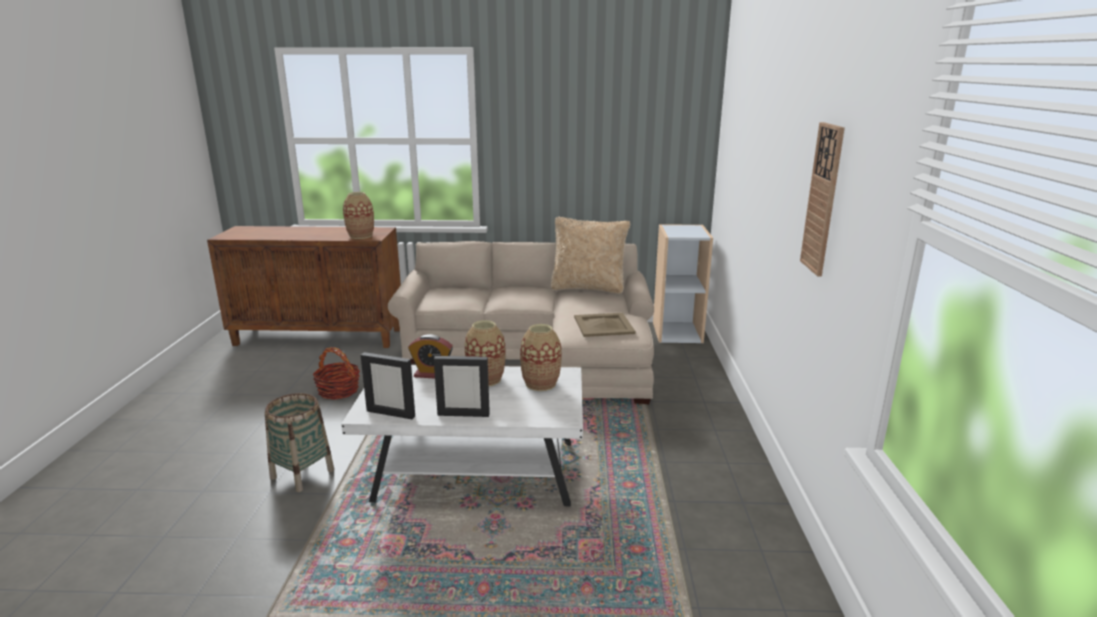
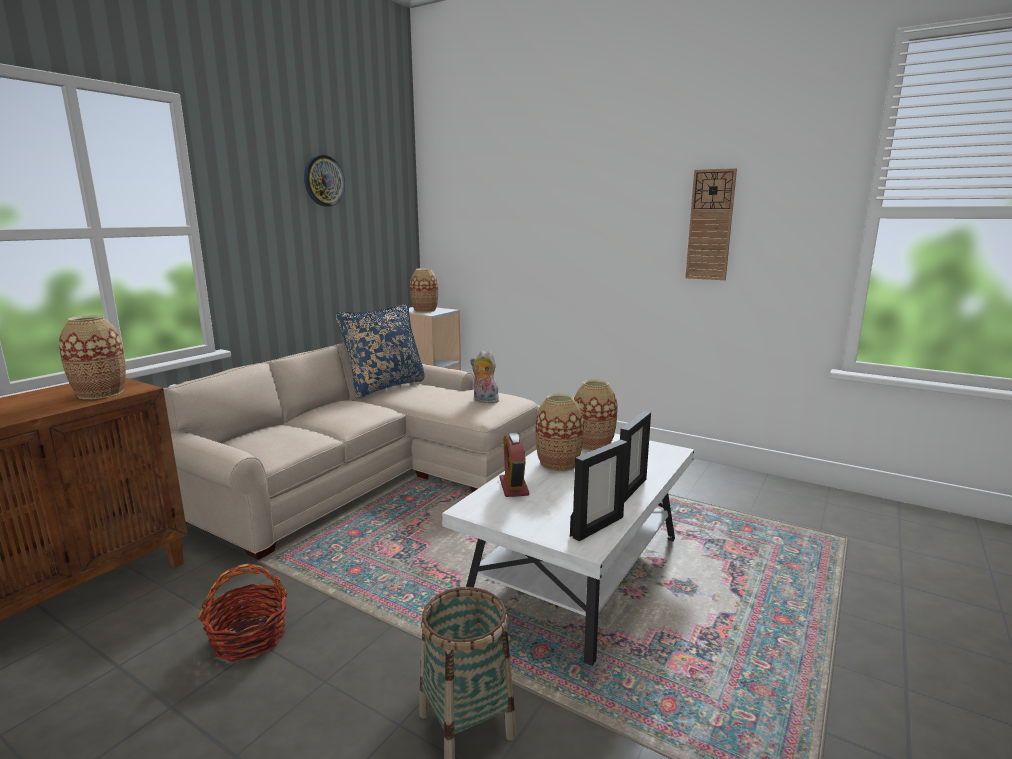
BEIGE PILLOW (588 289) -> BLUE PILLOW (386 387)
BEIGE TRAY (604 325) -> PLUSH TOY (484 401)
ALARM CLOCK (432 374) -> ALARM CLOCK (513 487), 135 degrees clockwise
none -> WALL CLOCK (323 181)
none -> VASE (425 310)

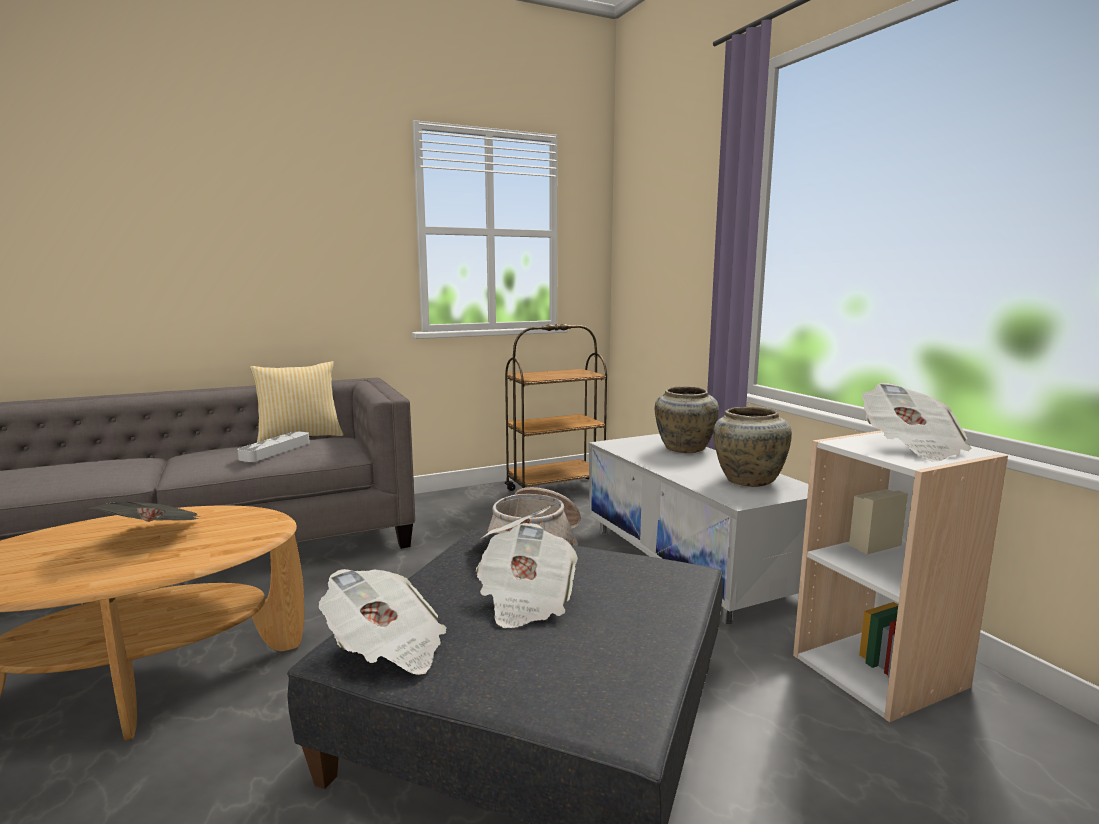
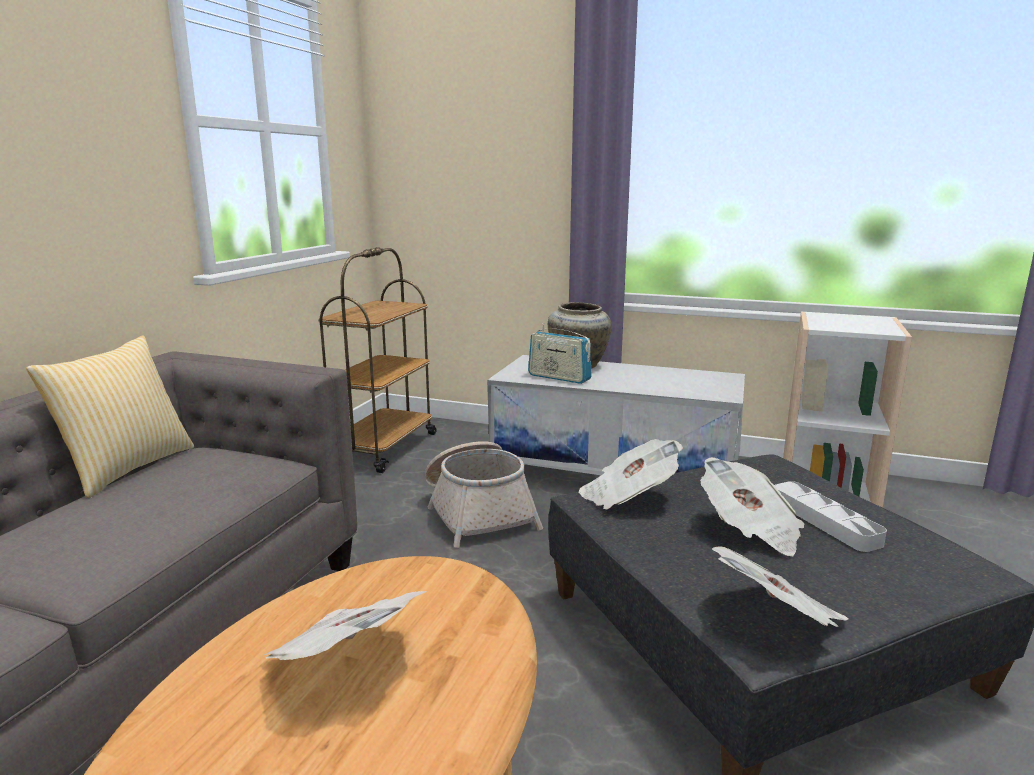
NEWSPAPER (911 447) -> none
BEIGE VASE (748 480) -> none
GREY TRAY (275 450) -> GREY TRAY (824 521), shifted
none -> RADIO (559 377)

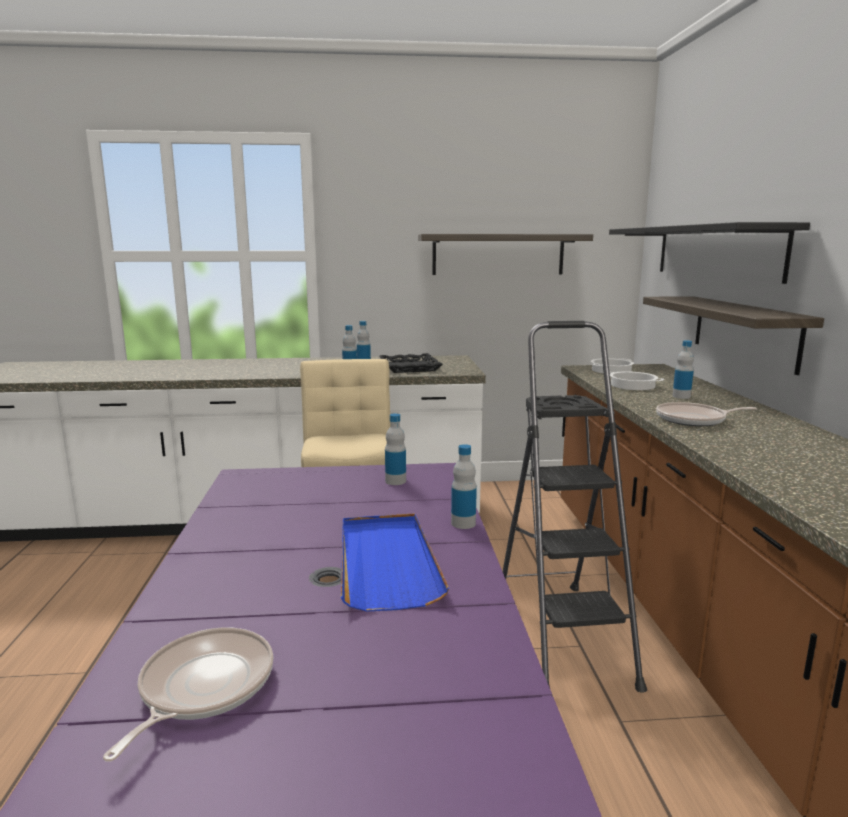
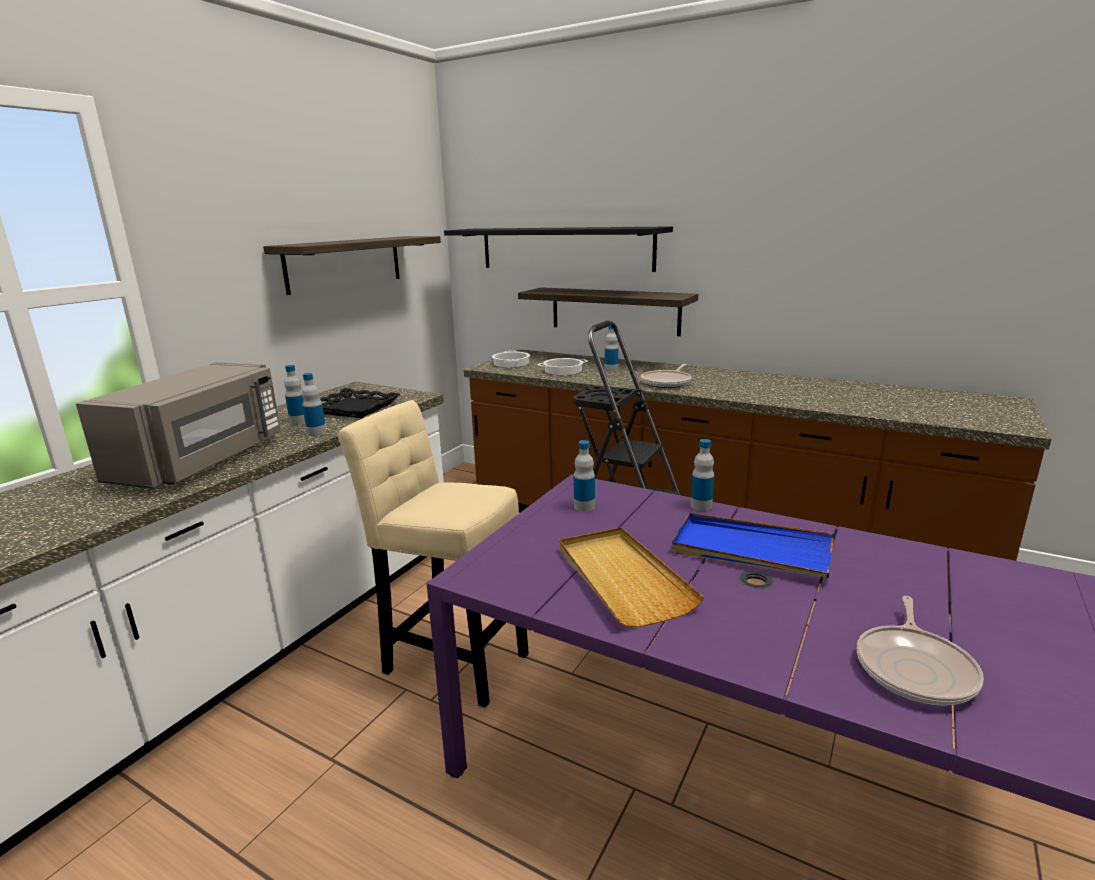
FRYING PAN (202 687) -> FRYING PAN (915 668), 120 degrees counterclockwise
none -> GREY MICROWAVE (204 460)
none -> BEIGE TRAY (622 578)

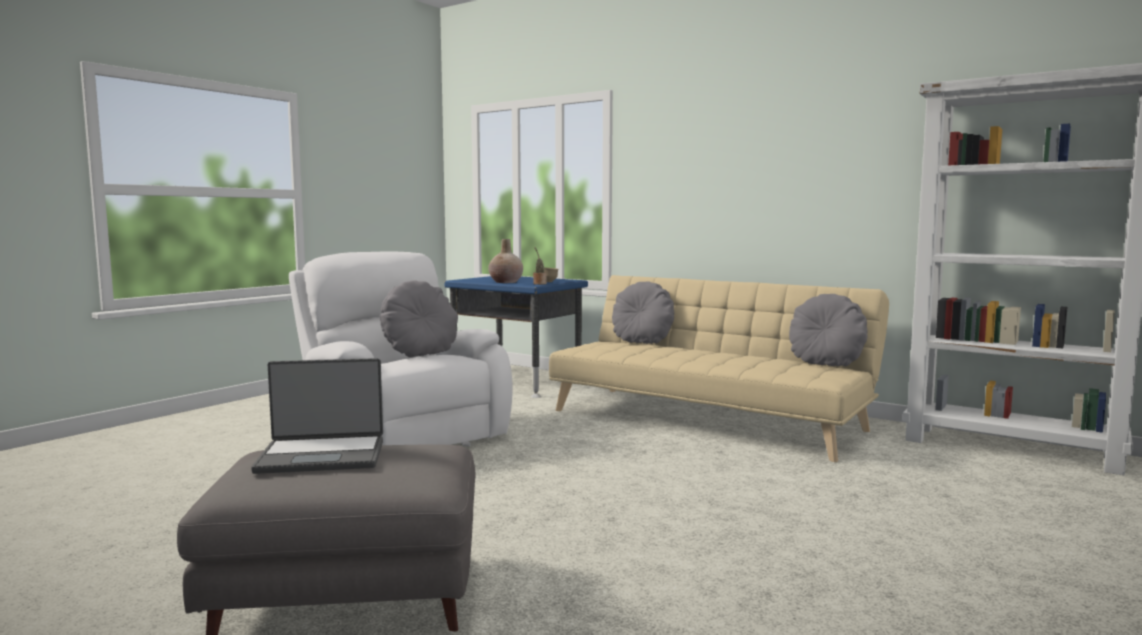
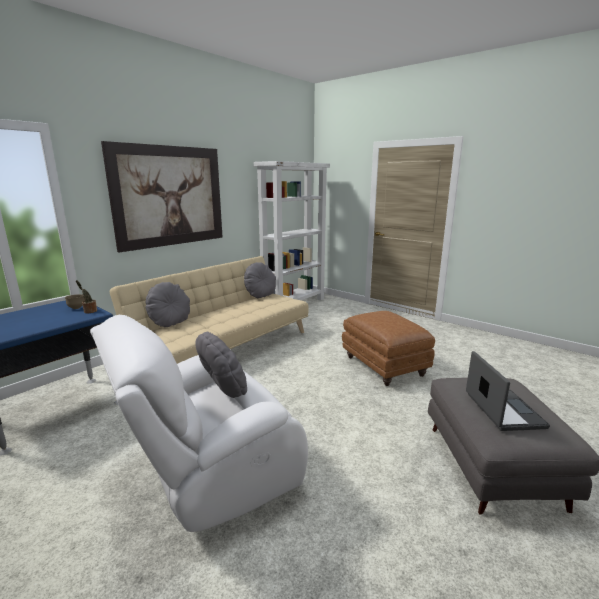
BEIGE VASE (506 282) -> none
none -> PICTURE (170 196)
none -> BROWN OTTOMAN (383 366)

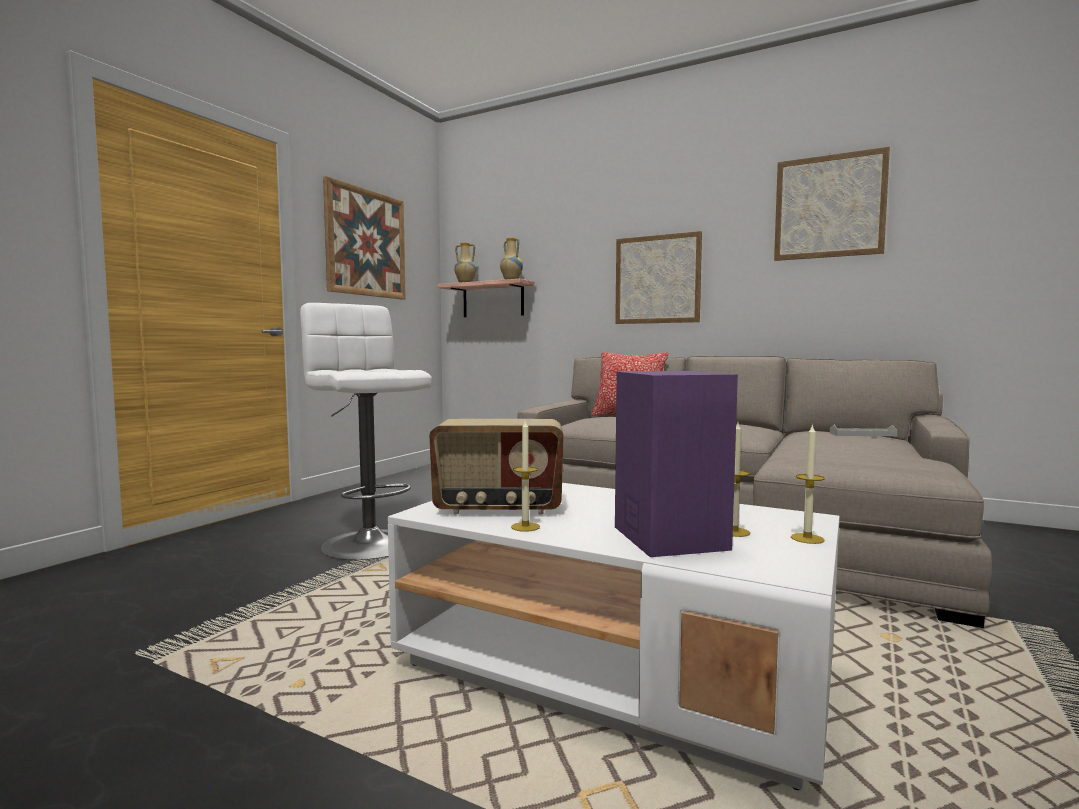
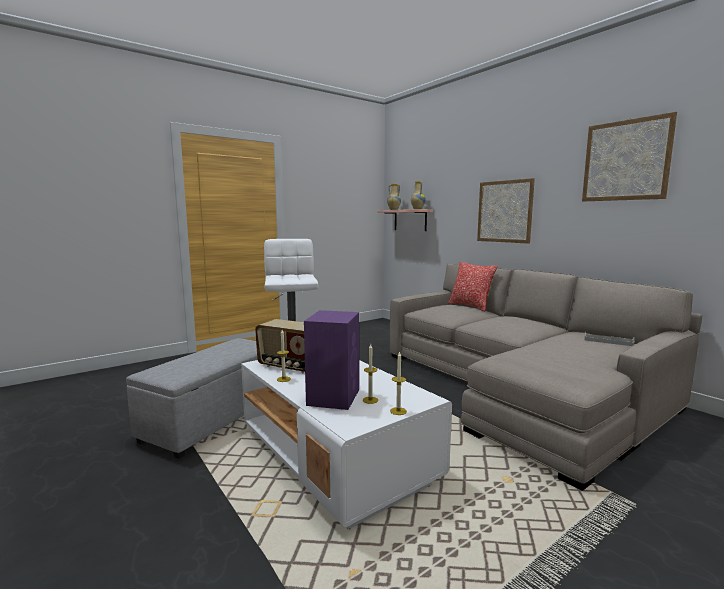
PICTURE (366 243) -> none
none -> GREY OTTOMAN (213 419)

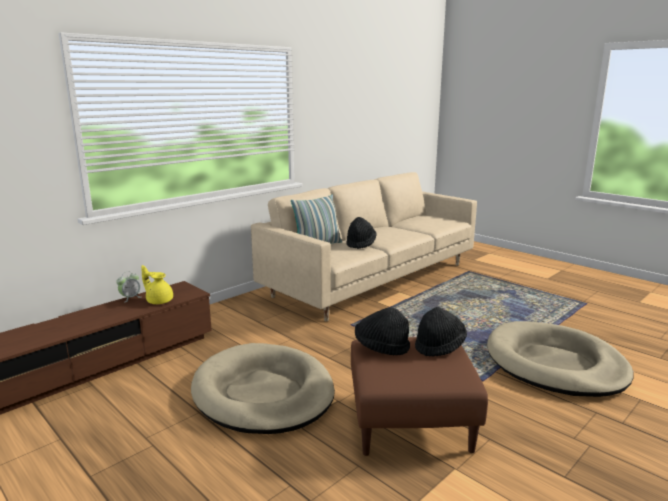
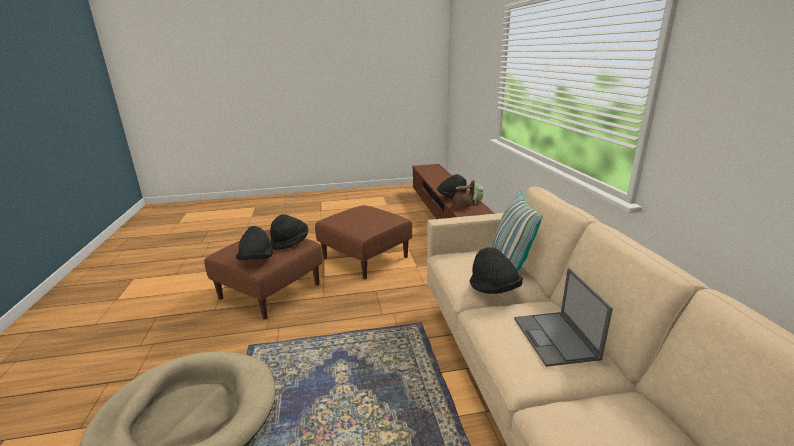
YELLOW TEAPOT (159 301) -> BROWN TEAPOT (462 207)
BEIGE DOG BED (263 393) -> BROWN OTTOMAN (364 257)
none -> BLACK HAT (452 197)
none -> LAPTOP (555 338)

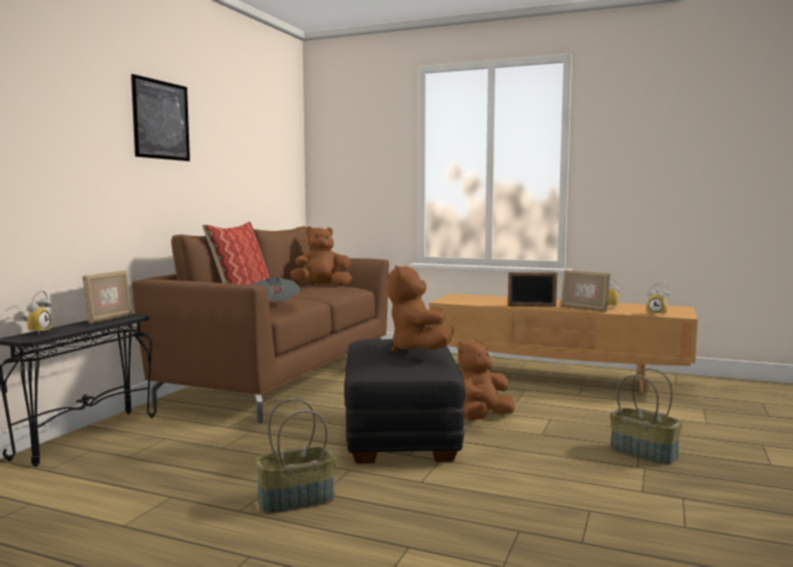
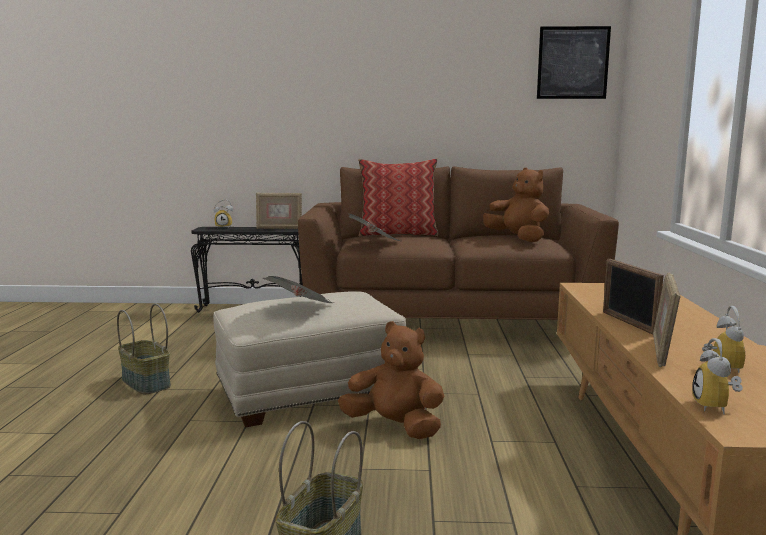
PICTURE (161 120) -> PICTURE (573 63), shifted
BROWN PLUSH TOY (418 350) -> NEWSPAPER (301 309)
BLACK OTTOMAN (400 435) -> BEIGE OTTOMAN (310 395)

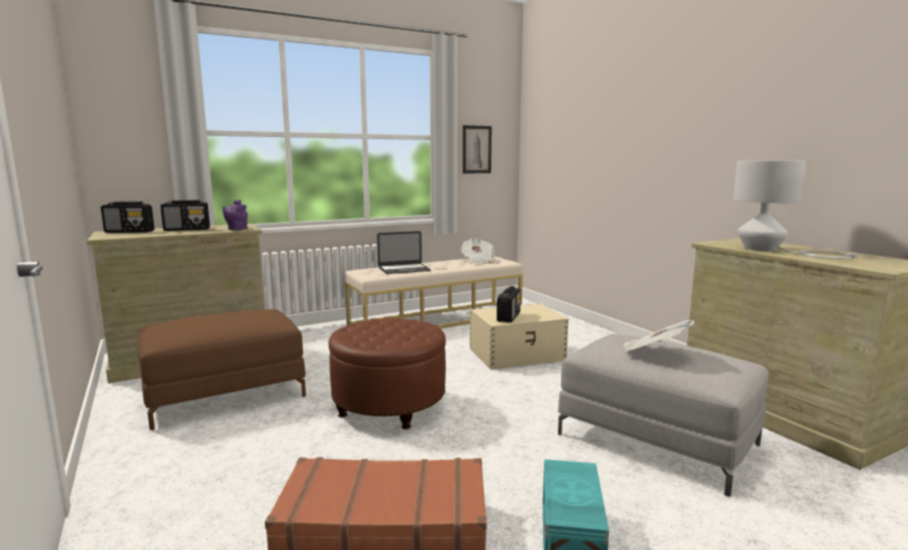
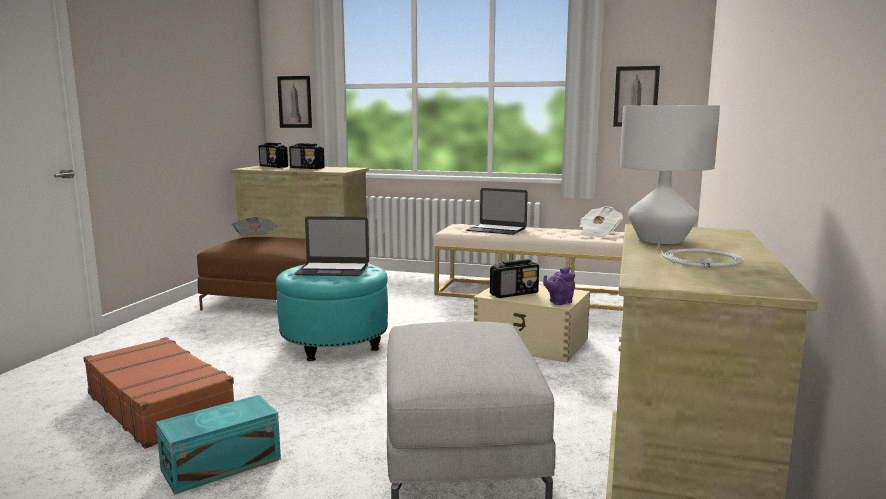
PURPLE TEAPOT (236 229) -> PURPLE TEAPOT (559 302), shifted
BROWN OTTOMAN (389 406) -> TURQUOISE OTTOMAN (334 343)
NEWSPAPER (653 353) -> NEWSPAPER (255 238), shifted
none -> PICTURE (295 102)
none -> LAPTOP (333 270)

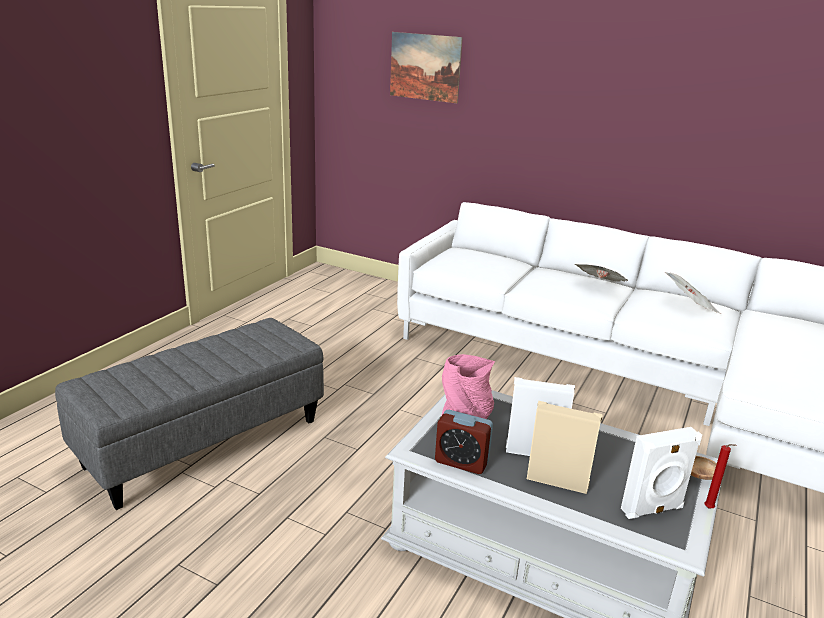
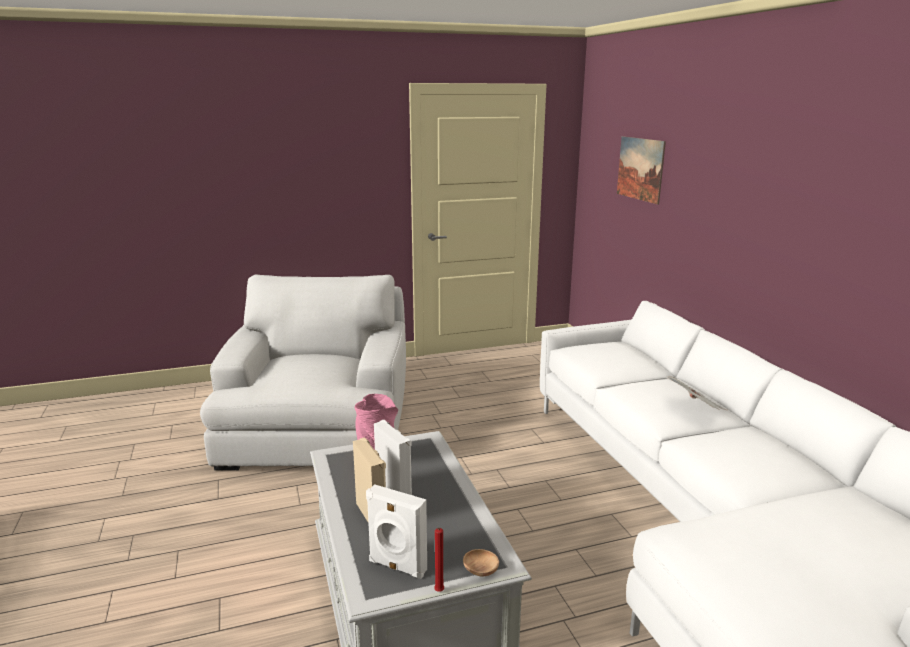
NEWSPAPER (689 307) -> none
GREY OTTOMAN (204 443) -> WHITE ARMCHAIR (319 426)
ALARM CLOCK (461 462) -> none

